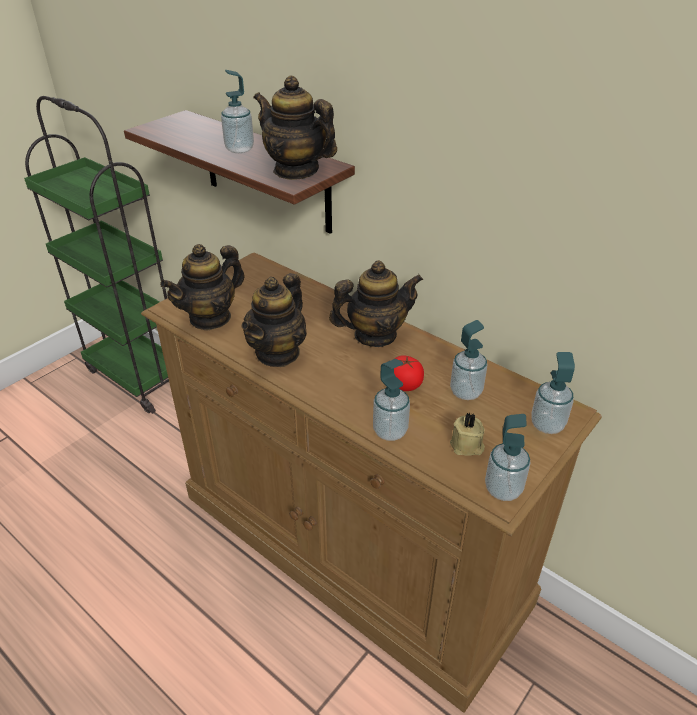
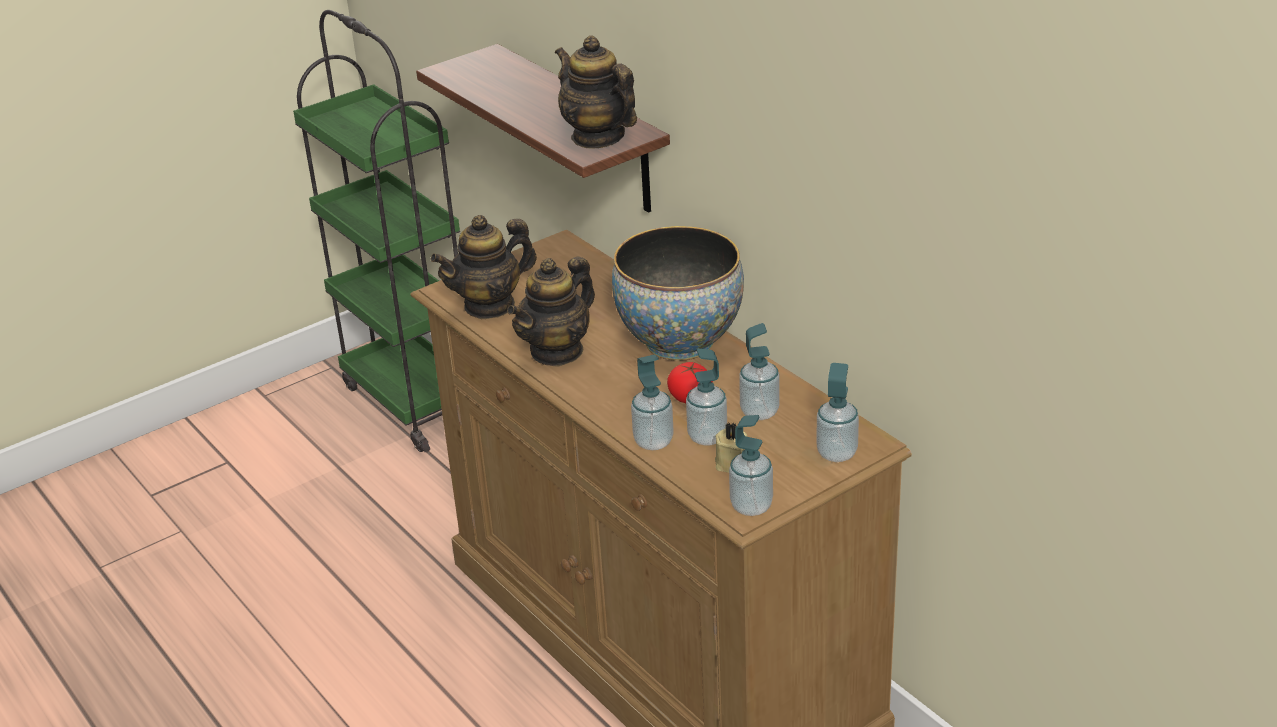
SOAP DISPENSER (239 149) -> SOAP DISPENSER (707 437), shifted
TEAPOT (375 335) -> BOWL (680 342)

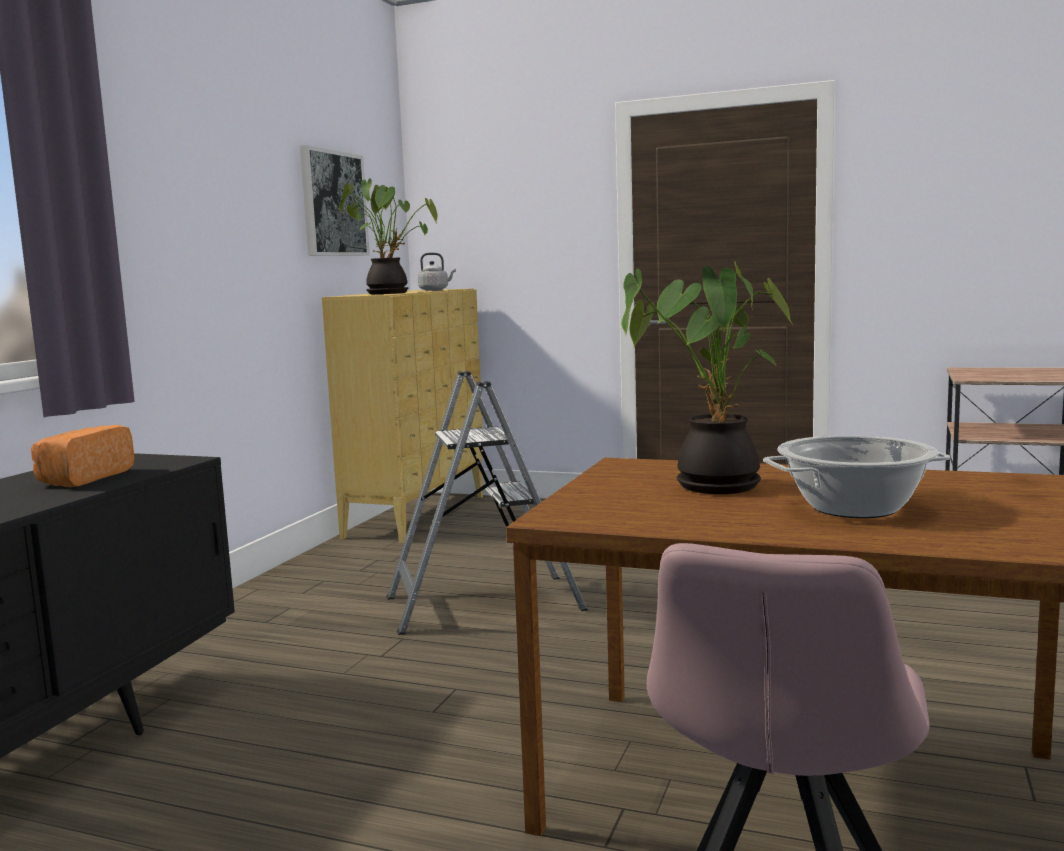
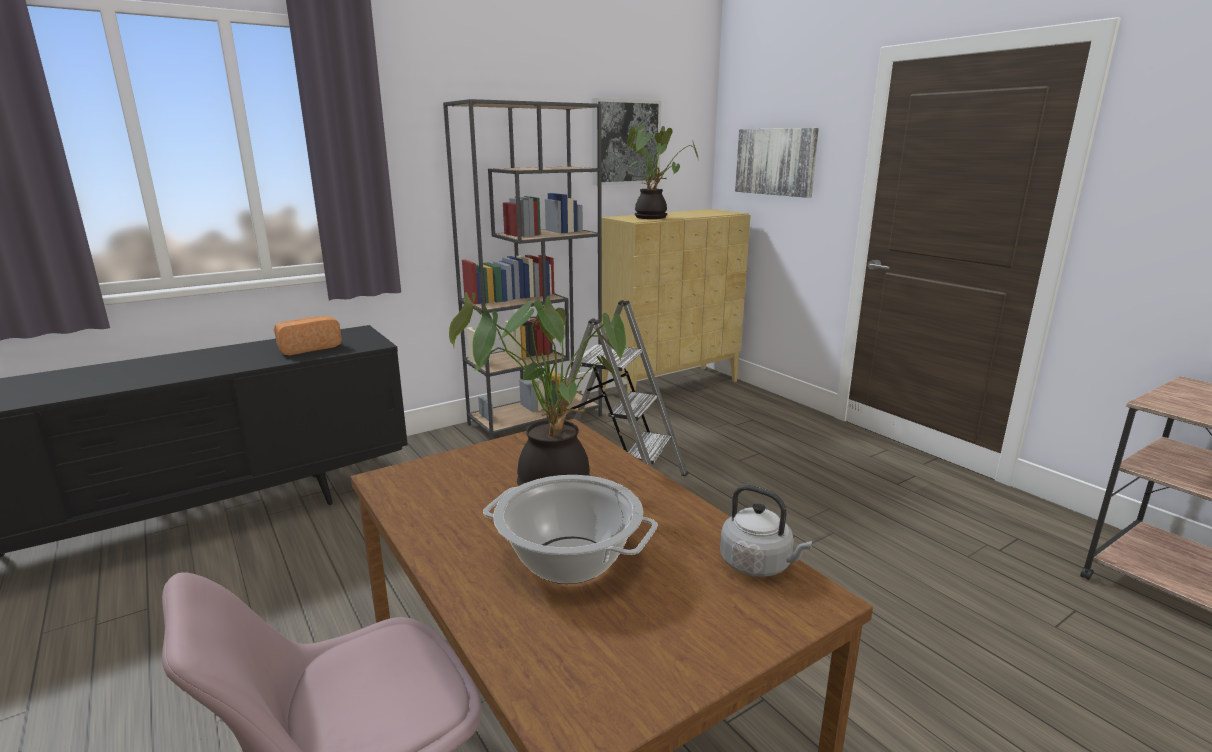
GREY KETTLE (435 290) -> GREY KETTLE (758 565), shifted
none -> BOOKCASE (536 420)
none -> PICTURE (776 161)

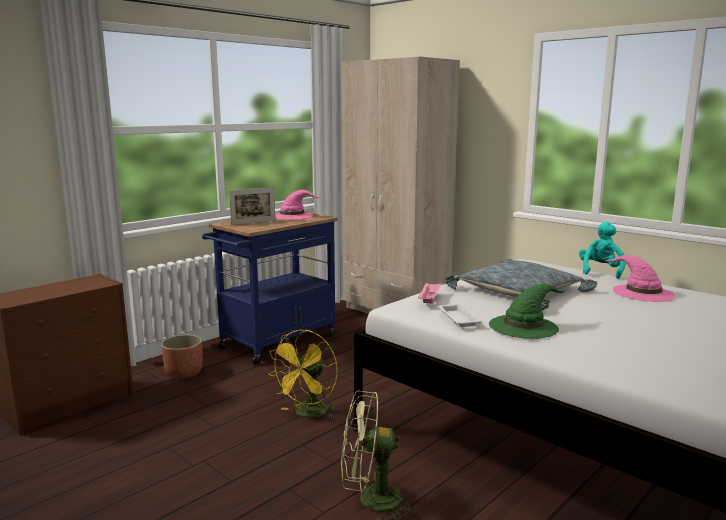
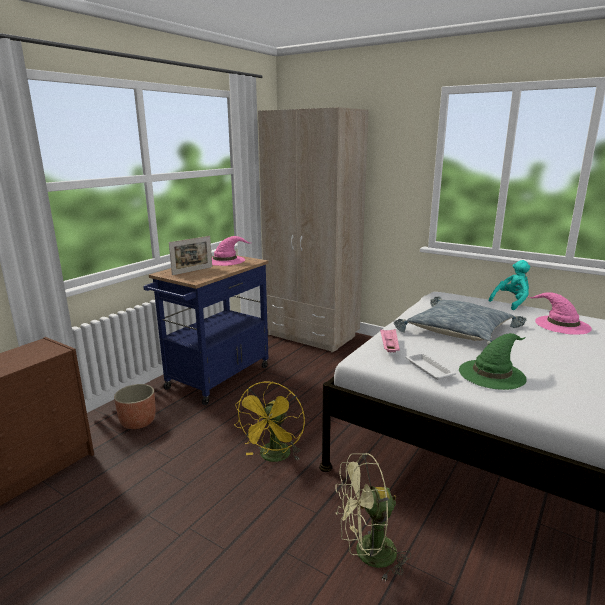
TURQUOISE PLUSH TOY (600 271) -> TURQUOISE PLUSH TOY (511 302), 45 degrees clockwise

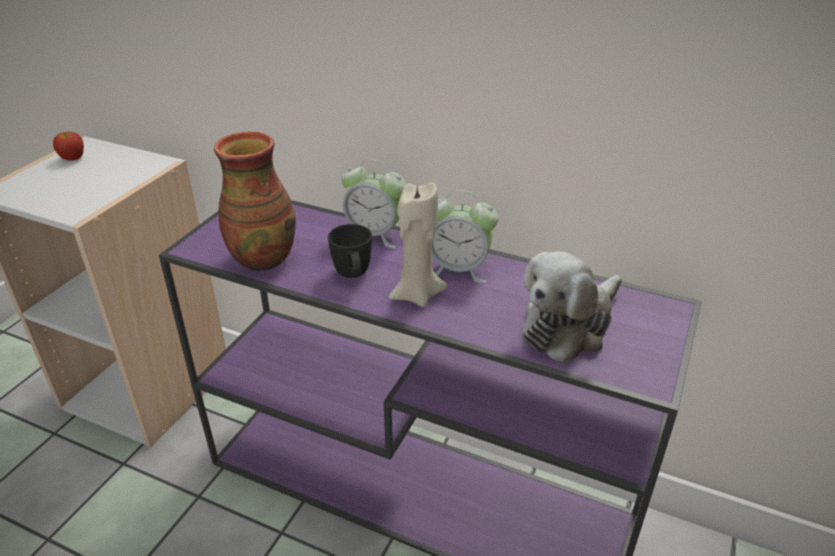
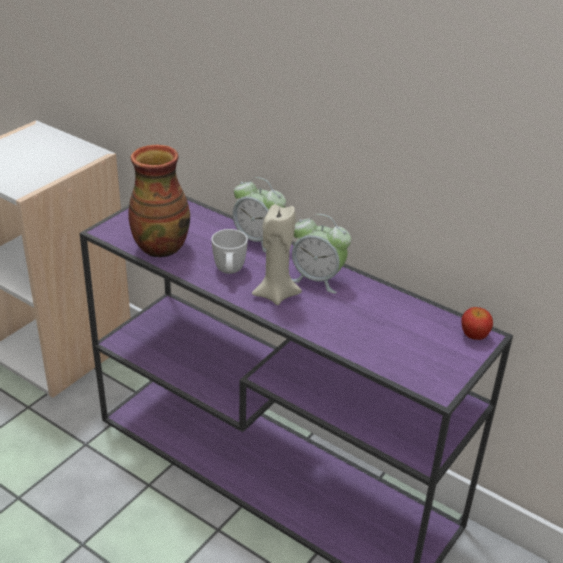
APPLE (72 158) -> APPLE (474 335), shifted
BLACK MUG (353 276) -> WHITE MUG (229 272)
PLUSH TOY (569 326) -> none

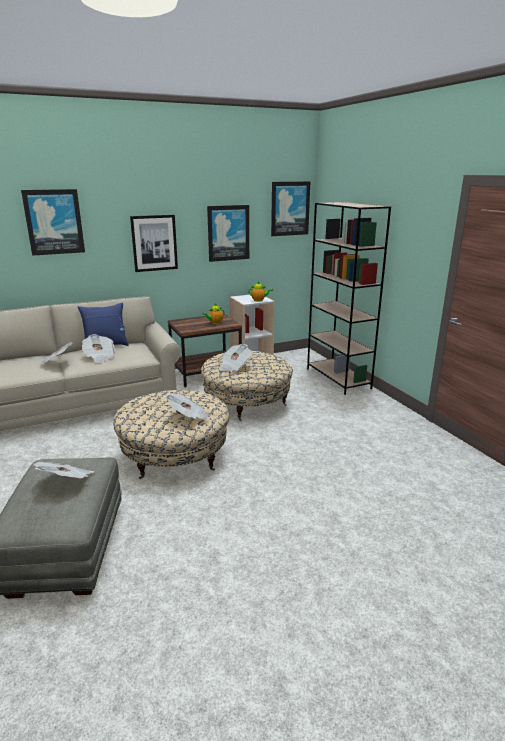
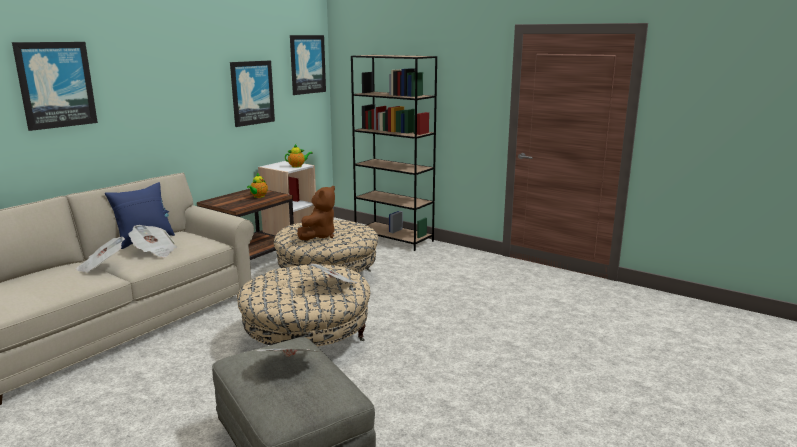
PICTURE (154 243) -> none
NEWSPAPER (234 366) -> BROWN PLUSH TOY (319 236)

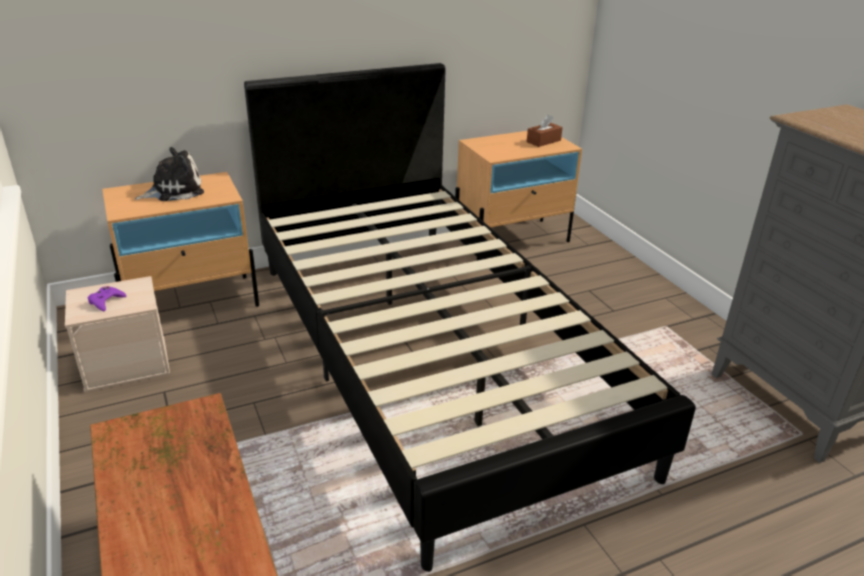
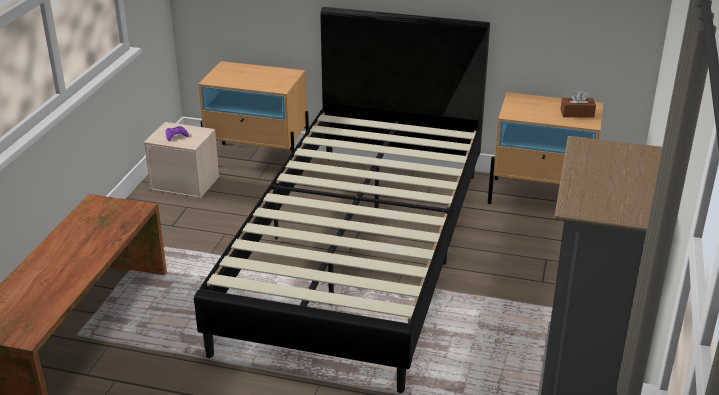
PLUSH TOY (174 190) -> none

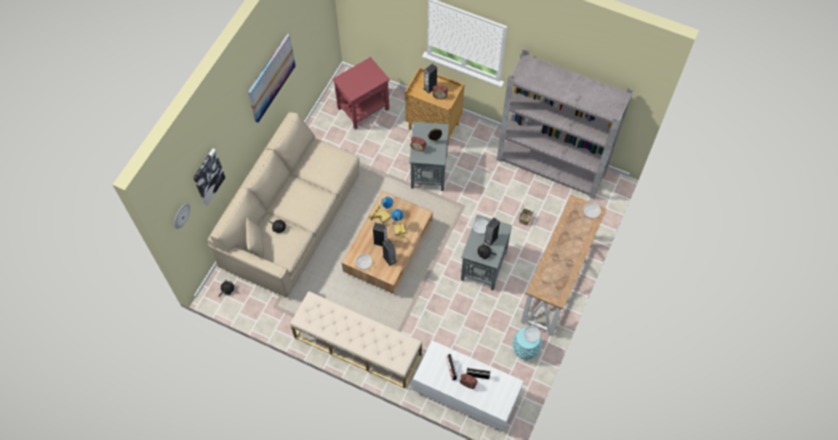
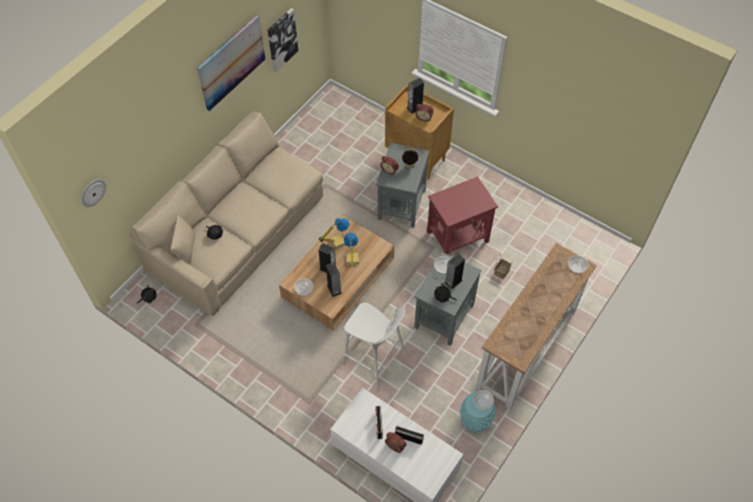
GREY BOOKCASE (551 165) -> none
RED SIDE TABLE (363 109) -> RED SIDE TABLE (458 237), shifted
PICTURE (208 176) -> PICTURE (282 39), shifted
BEIGE BENCH (357 346) -> none
none -> WHITE STOOL (374 361)

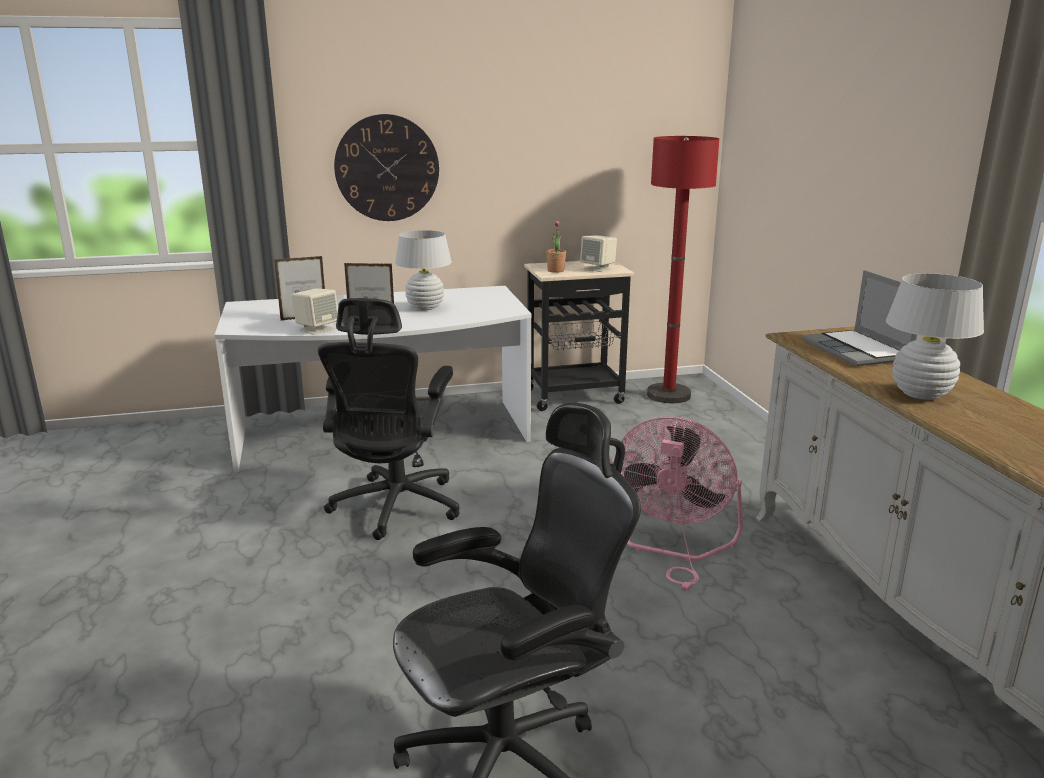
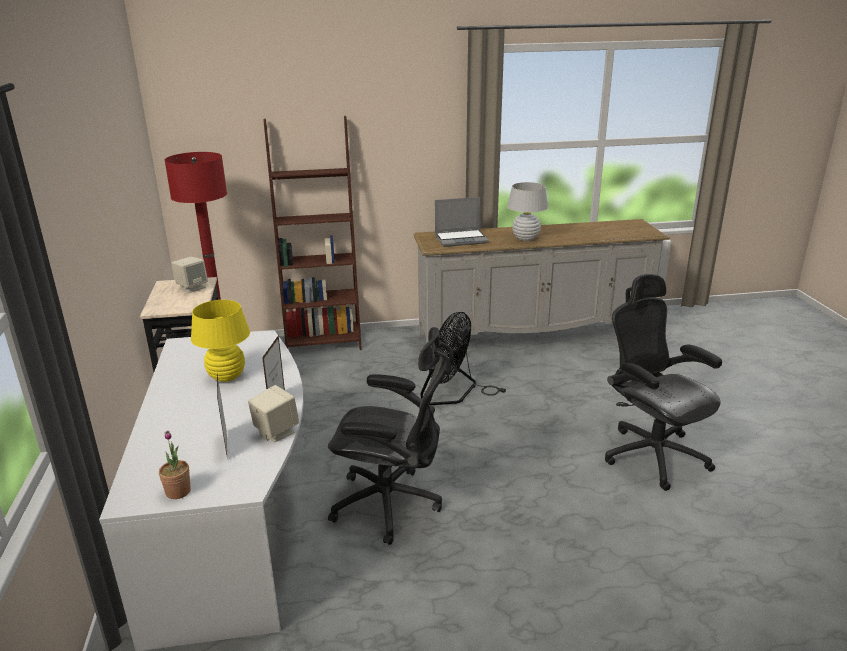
WALL CLOCK (387 168) -> none
POTTED PLANT (555 271) -> POTTED PLANT (178 492), shifted
WHITE TABLE LAMP (425 307) -> YELLOW TABLE LAMP (226 376)
PINK FAN (671 547) -> BLACK FAN (458 390)
none -> BROWN BOOKCASE (323 342)

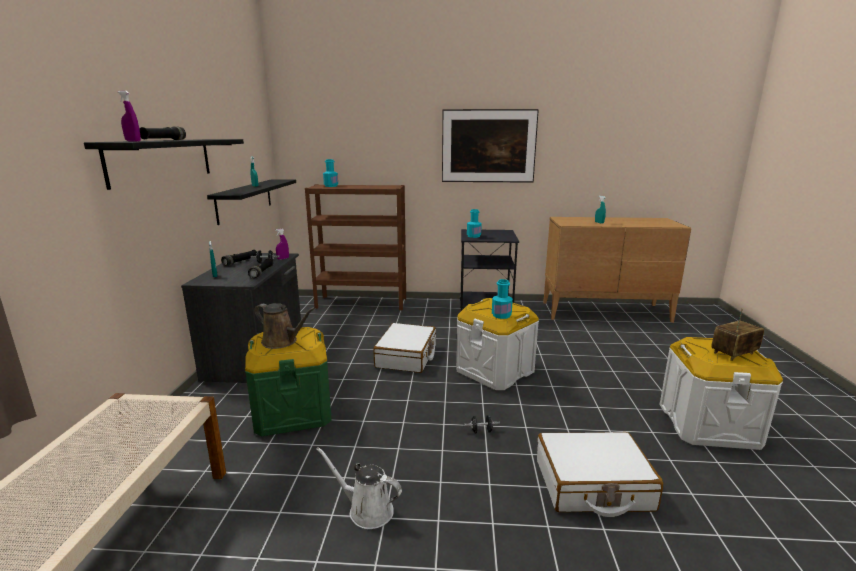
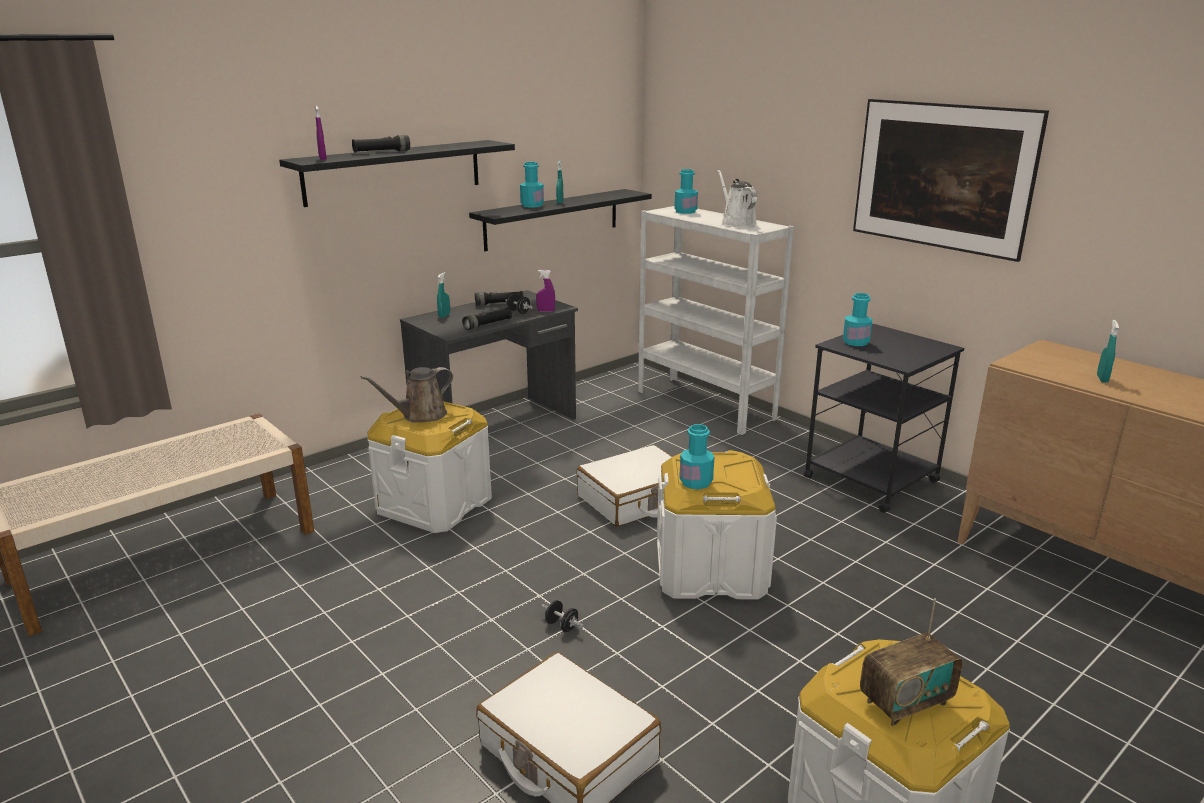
BROWN BOOKCASE (361 303) -> WHITE BOOKCASE (705 405)
BROWN WATERING CAN (282 342) -> BROWN WATERING CAN (420 415), 75 degrees clockwise
RADIO (734 354) -> RADIO (905 702), 135 degrees clockwise
GREEN STORAGE BOX (293 411) -> WHITE STORAGE BOX (435 504)
WHITE WATERING CAN (366 510) -> WHITE WATERING CAN (736 223), shifted
none -> TURQUOISE BOTTLE (532 205)

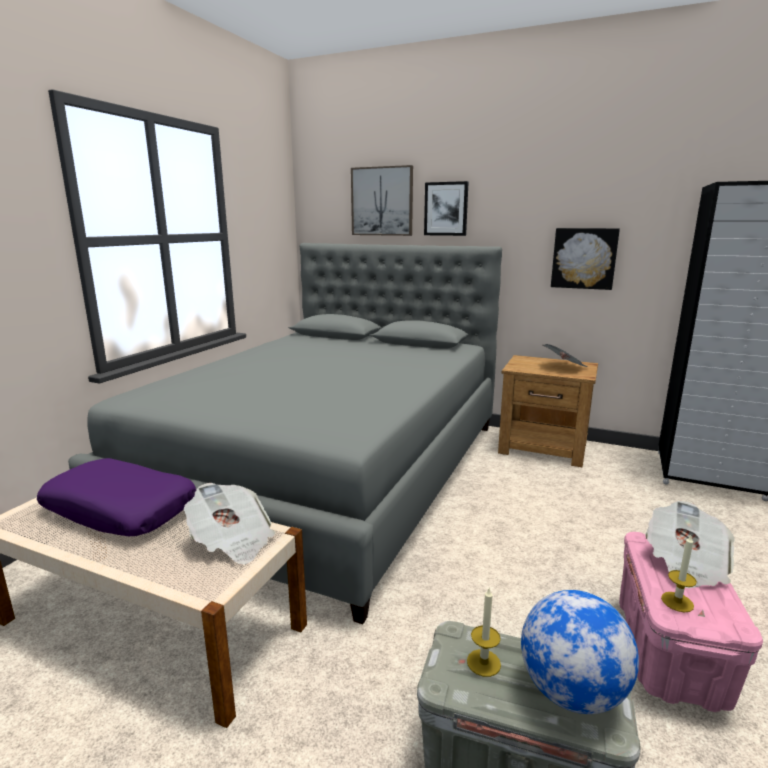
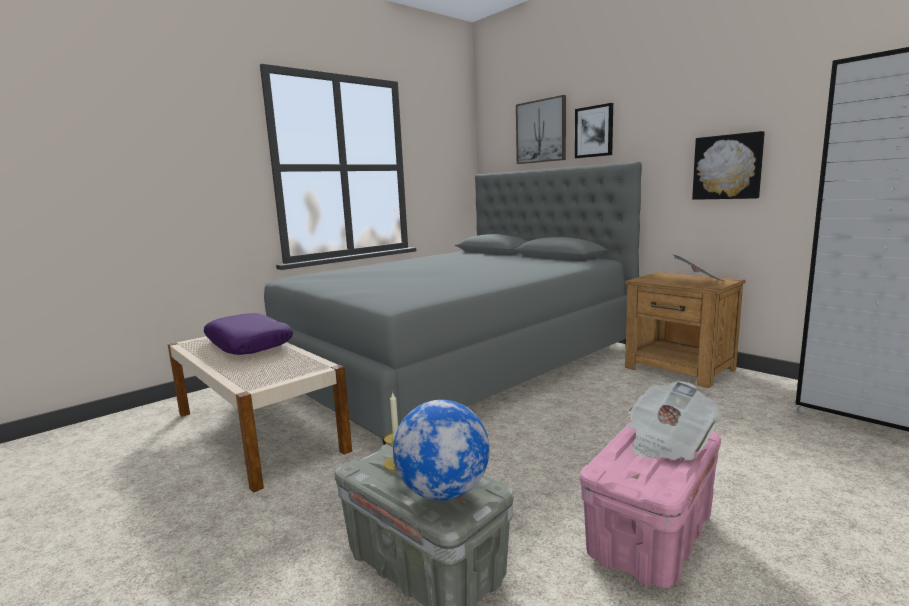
NEWSPAPER (232 541) -> none
CANDLE (677 602) -> none

